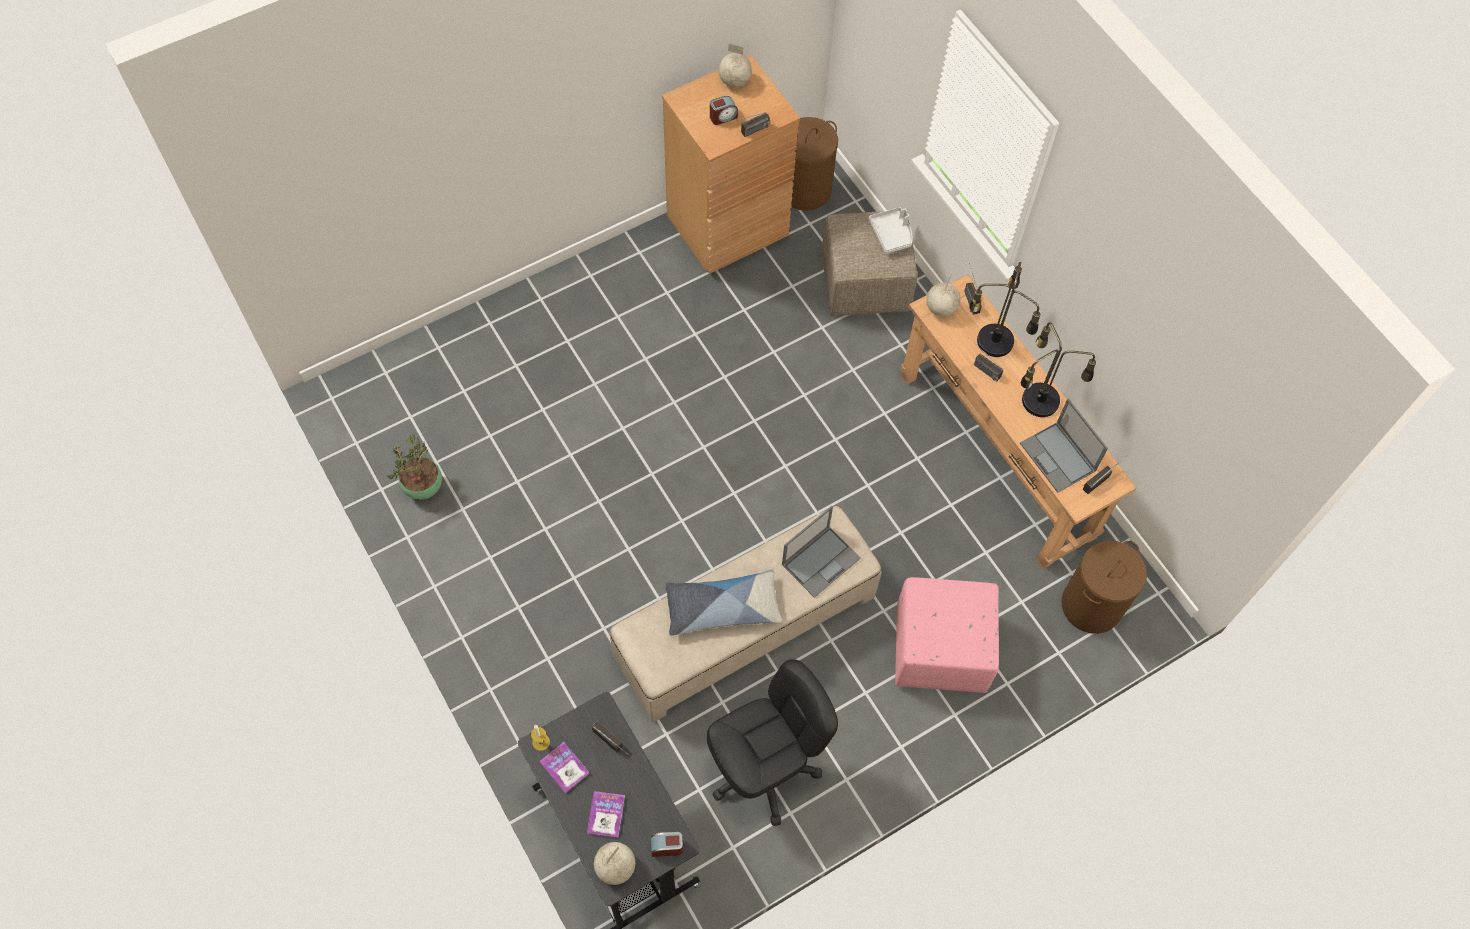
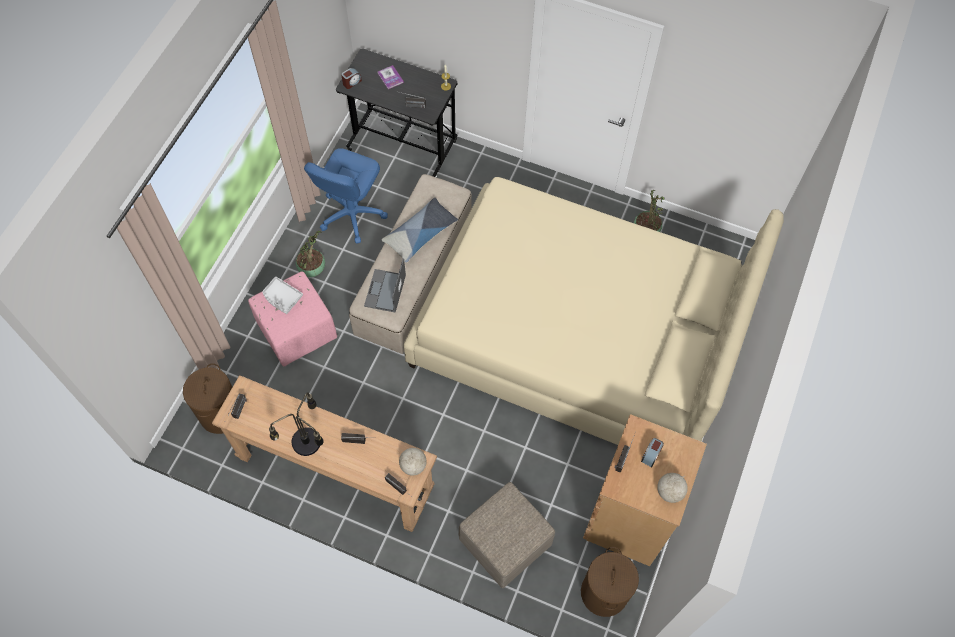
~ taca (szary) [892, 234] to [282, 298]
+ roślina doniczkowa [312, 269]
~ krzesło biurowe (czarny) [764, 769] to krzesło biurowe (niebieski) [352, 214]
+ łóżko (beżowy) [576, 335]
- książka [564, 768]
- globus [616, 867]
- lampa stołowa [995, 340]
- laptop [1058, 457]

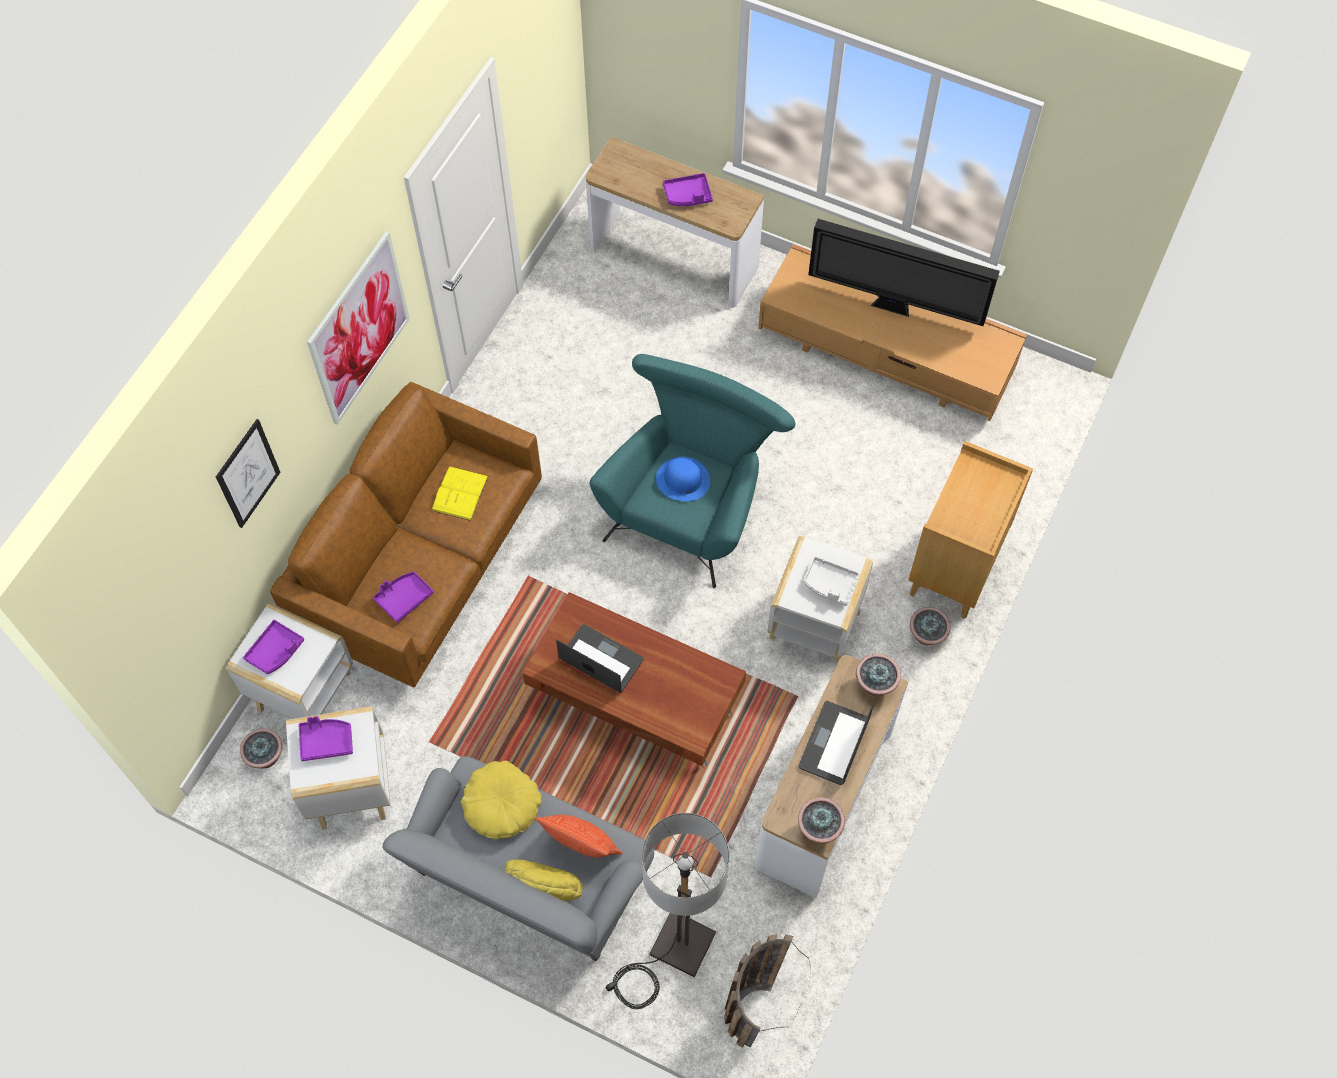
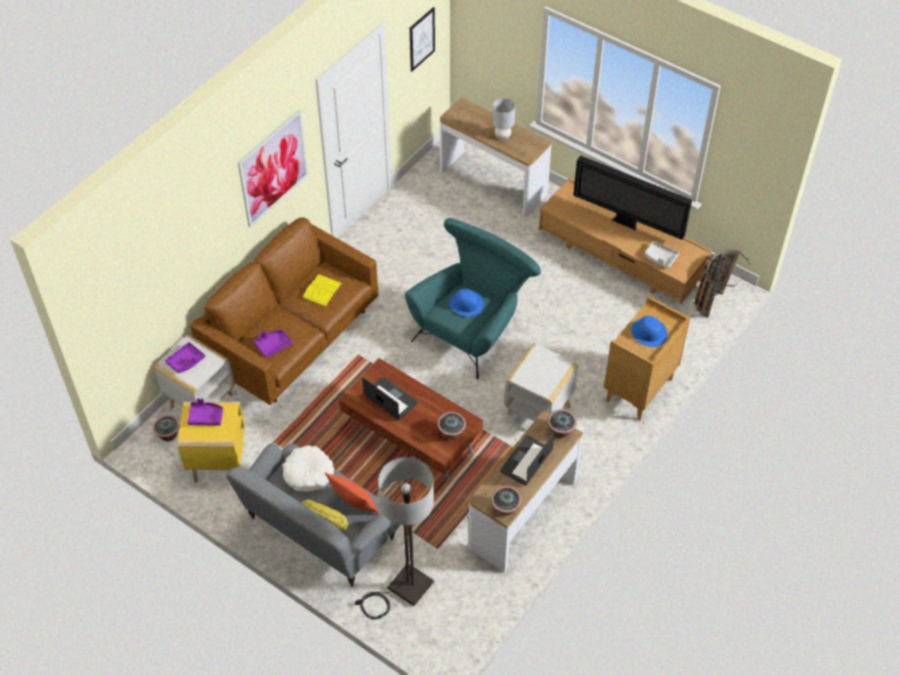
~ stolik (biały) [350, 785] to stolik (żółty) [217, 459]
~ poduszka (żółty) [500, 805] to poduszka (biały) [307, 474]
~ obraz [248, 474] to [422, 39]
~ roślina doniczkowa [926, 635] to [451, 433]
~ taca (fioletowy) [688, 195] to lampa stołowa (szary) [502, 136]
+ kapelusz (niebieski) [648, 332]
~ taca (szary) [830, 584] to [660, 258]
~ koszyk [756, 998] to [713, 298]

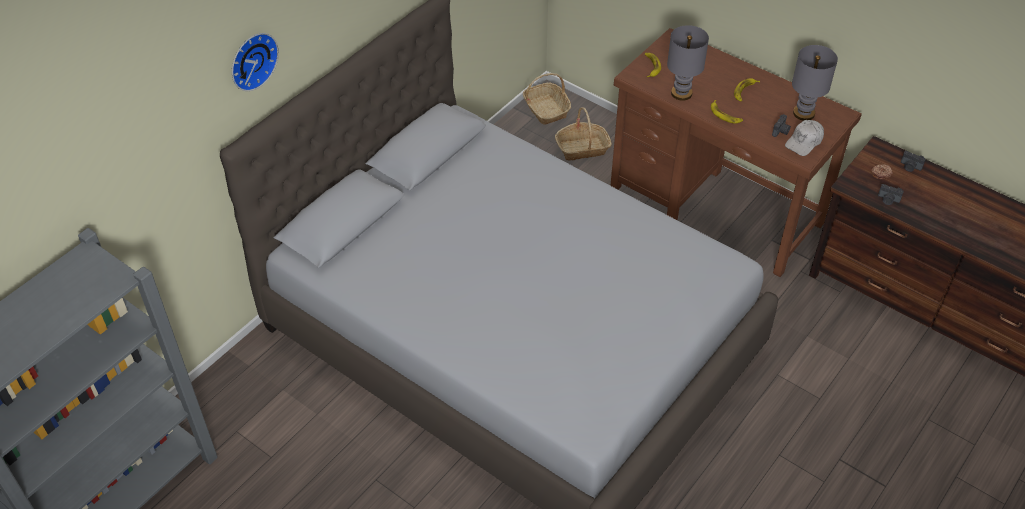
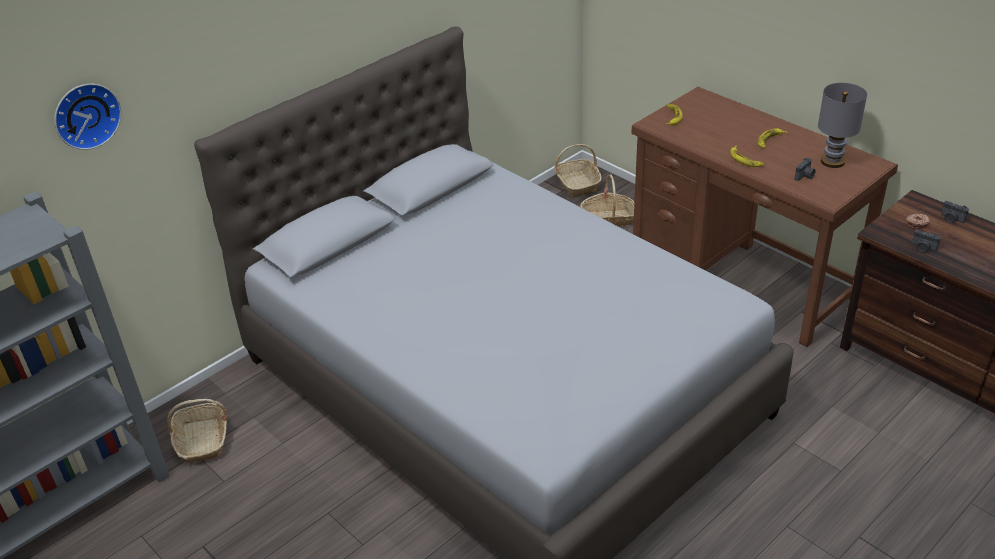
~ zegar ścienny [251, 60] to [85, 114]
+ koszyk [202, 440]
- lampa stołowa (szary) [681, 93]
- czapka z daszkiem (biały) [804, 142]

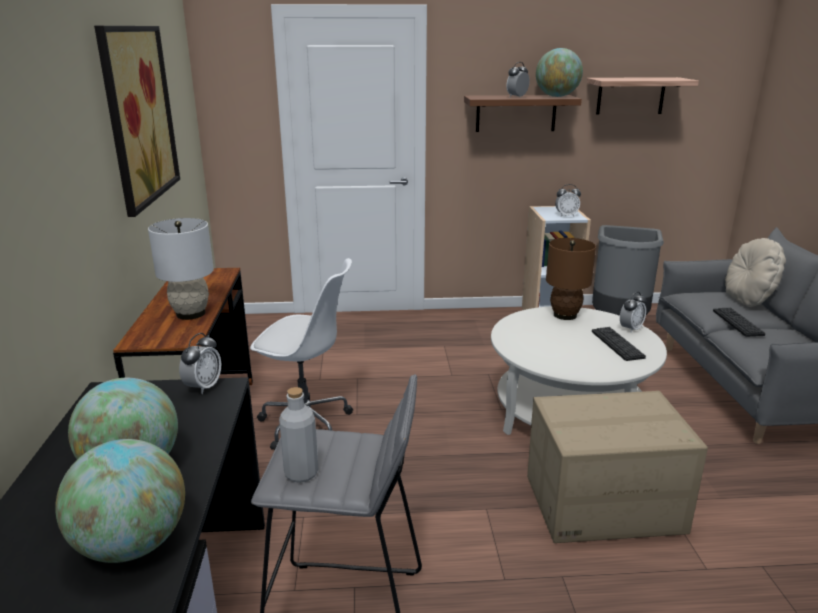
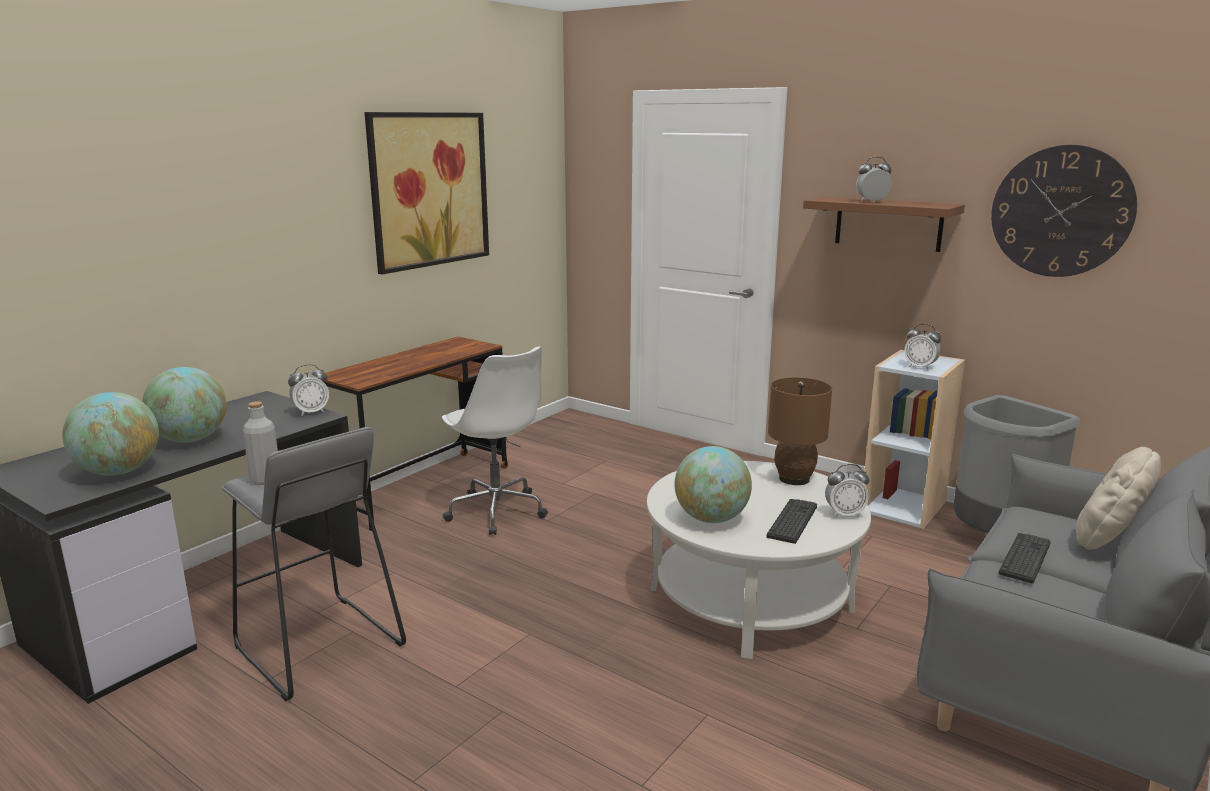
~ globus [557, 96] to [711, 519]
~ półka [630, 95] to zegar ścienny [1061, 211]
- lampa stołowa (biały) [190, 314]
- karton [603, 505]

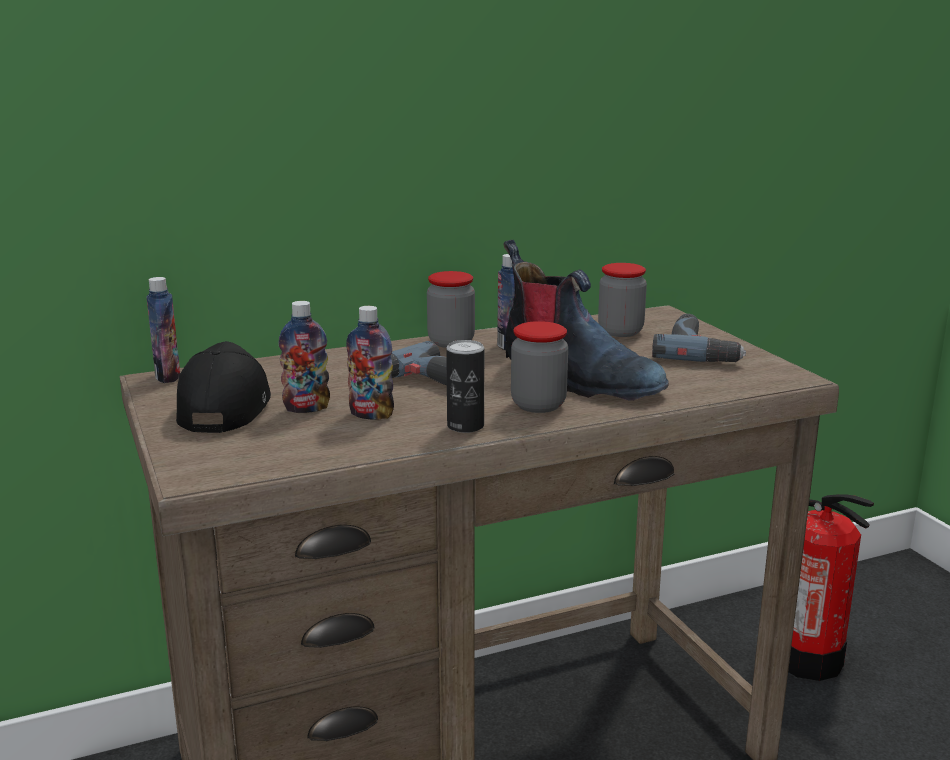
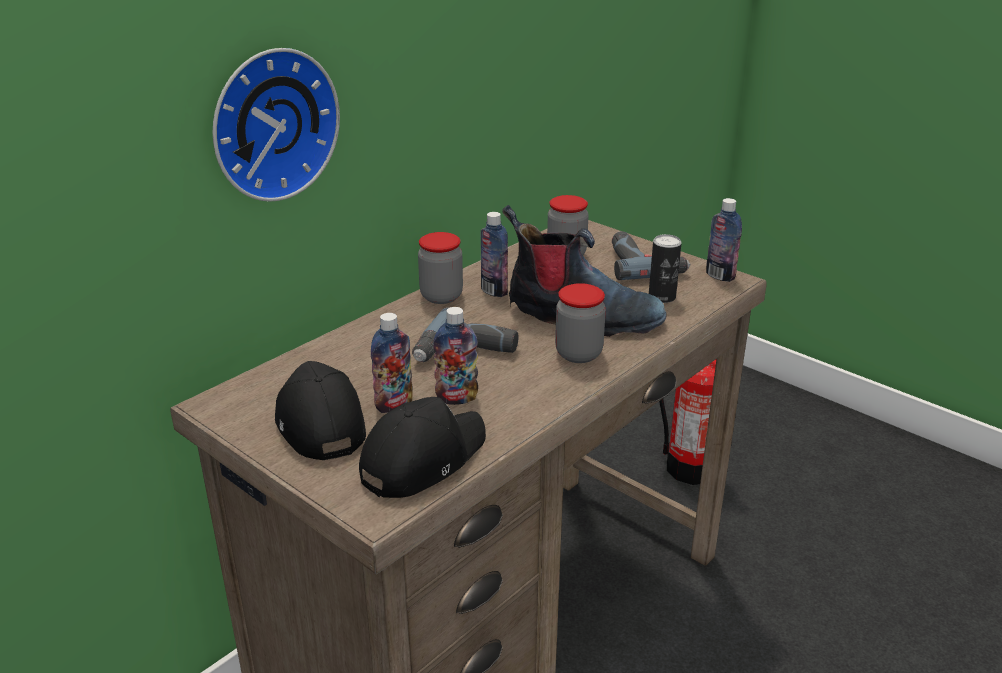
+ zegar ścienny [271, 123]
+ czapka z daszkiem (czarny) [422, 459]
~ puszka [465, 426] to [662, 297]
~ butelka [168, 376] to [720, 276]

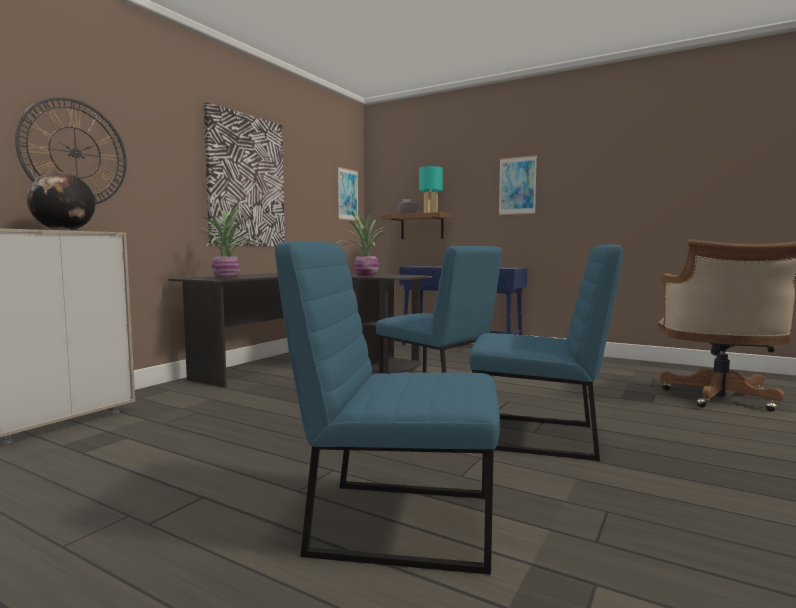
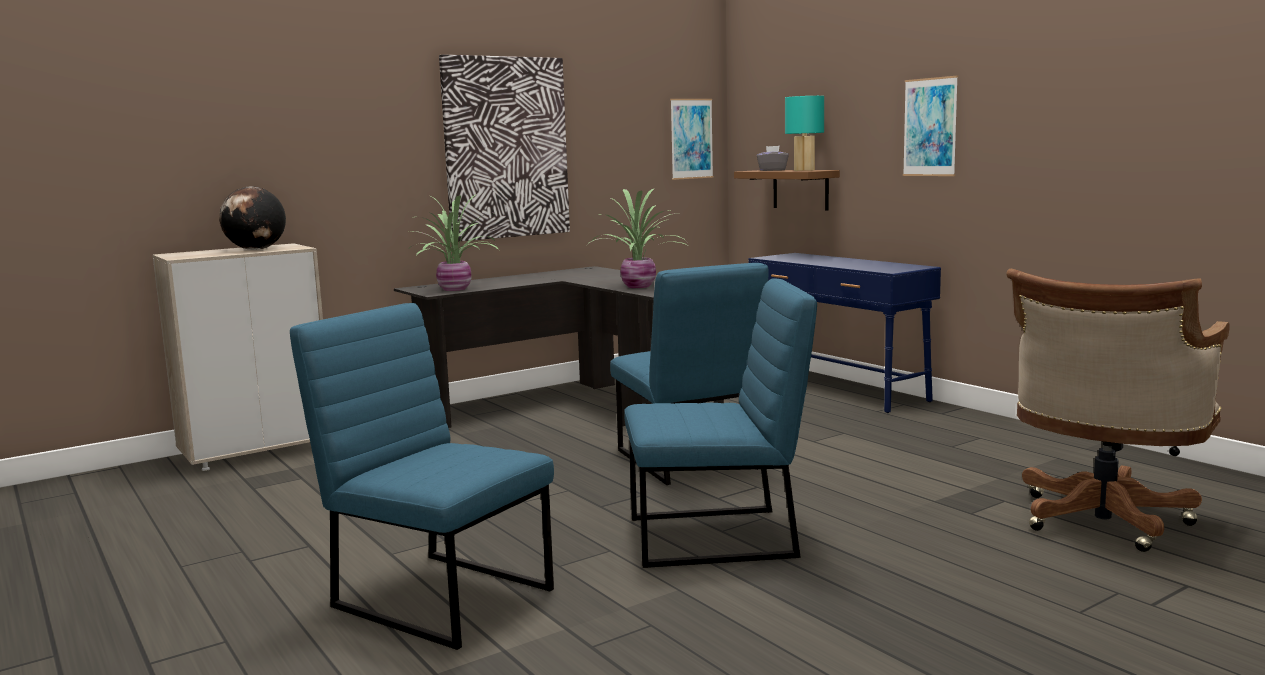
~ krzesło (niebieski) [538, 437] = [717, 537] 45 degrees counterclockwise
- zegar ścienny [75, 152]

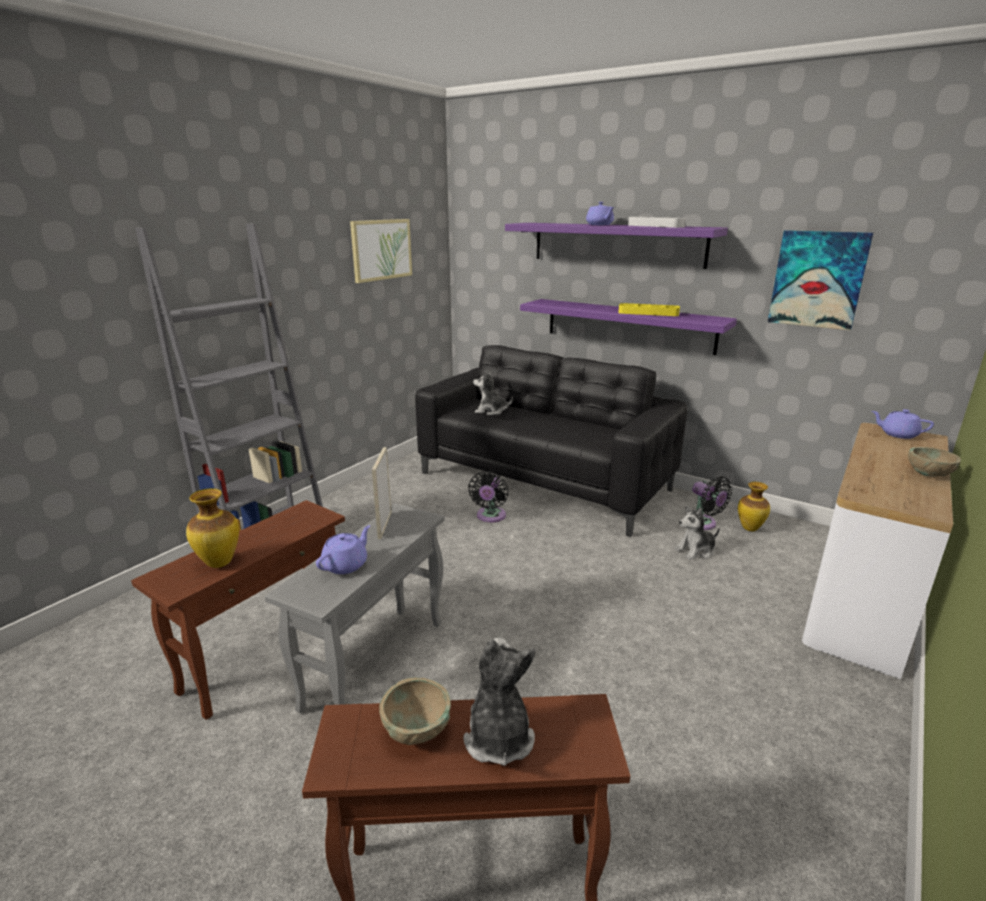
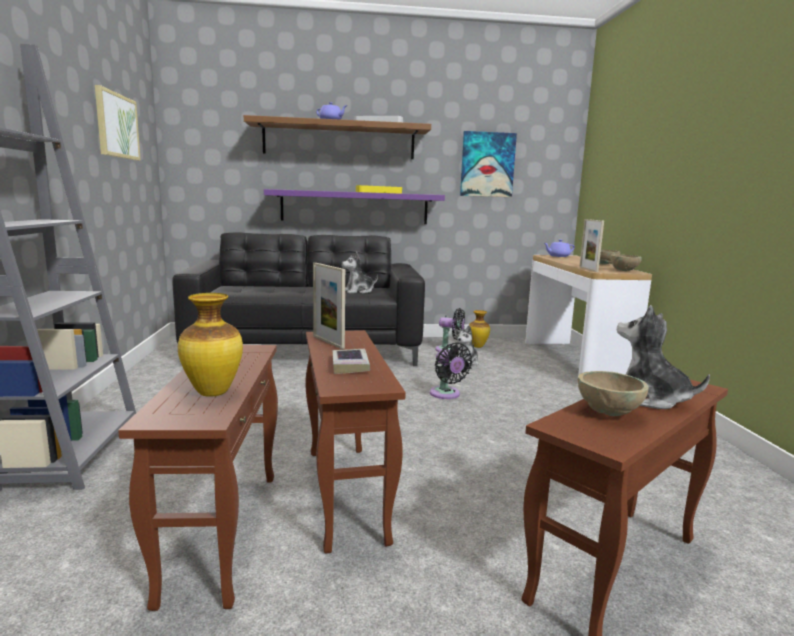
~ półka (fioletowy) [616, 244] to półka (brązowy) [339, 140]
~ stolik (szary) [375, 664] to stolik (brązowy) [346, 493]
~ imbryk (fioletowy) [346, 565] to książka [350, 365]
~ pluszak [491, 411] to [358, 291]
~ wentylator (czarny) [490, 517] to [446, 394]
+ ramka na zdjęcie [588, 269]
+ miska (beżowy) [623, 271]

